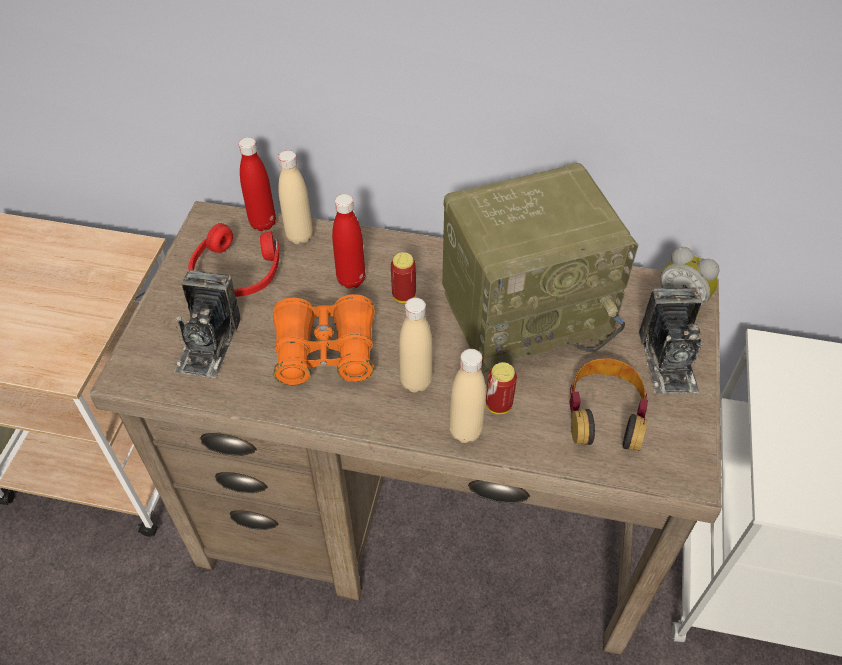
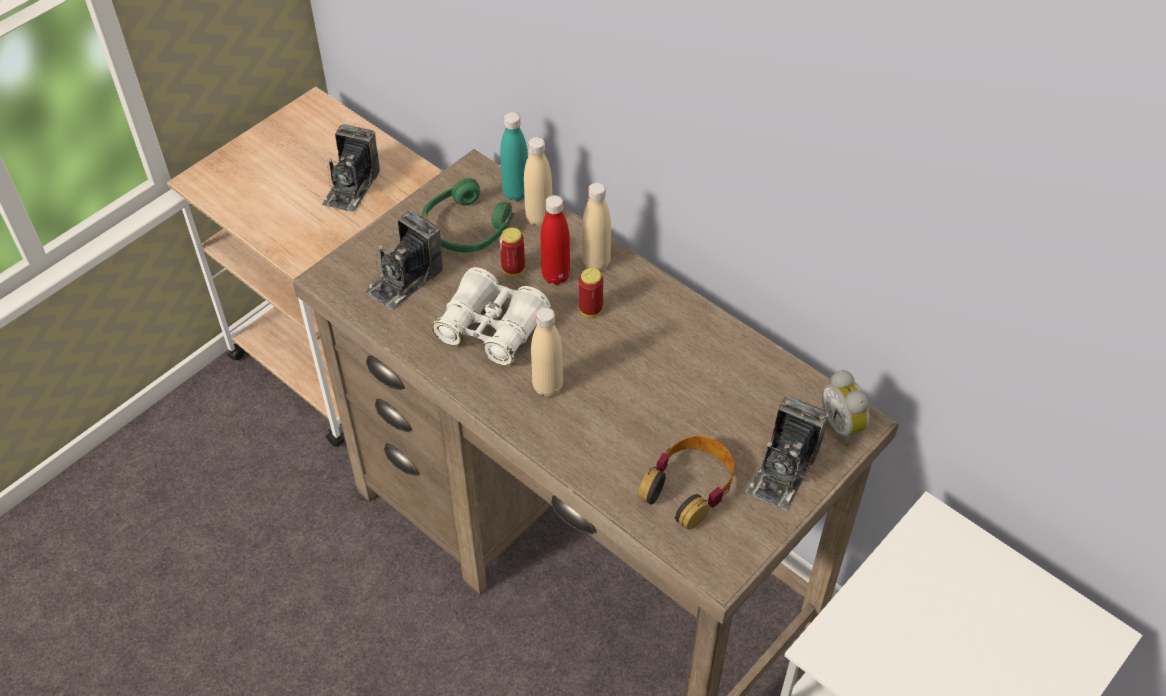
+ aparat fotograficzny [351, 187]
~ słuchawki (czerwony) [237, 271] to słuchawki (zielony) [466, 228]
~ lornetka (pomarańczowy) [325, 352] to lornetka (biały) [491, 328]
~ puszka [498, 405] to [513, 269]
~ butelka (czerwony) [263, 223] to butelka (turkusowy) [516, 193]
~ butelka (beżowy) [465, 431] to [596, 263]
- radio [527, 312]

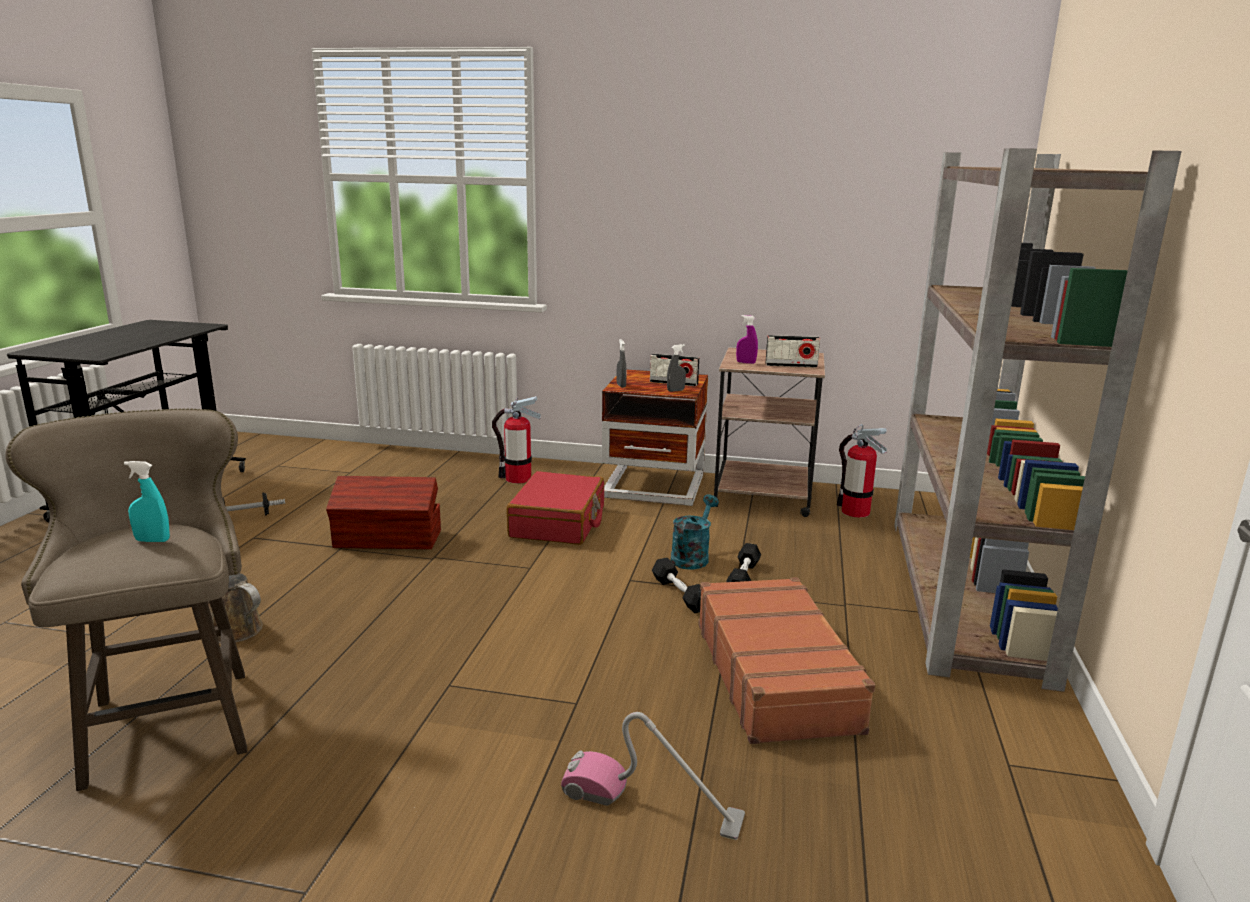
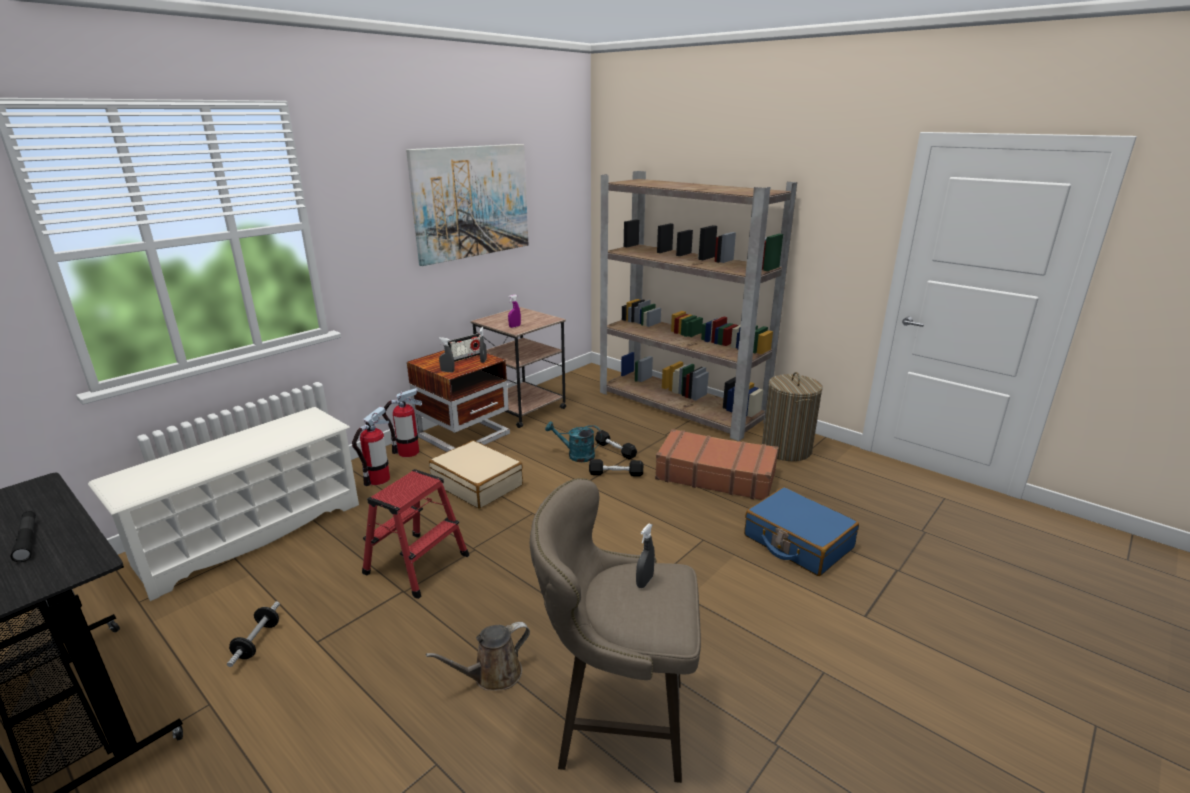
+ latarka (czarny) [27, 540]
+ regał na buty (biały) [251, 533]
~ pojemnik do przechowywania (brązowy) [388, 539] to drabinka (czerwony) [417, 563]
~ gaśnica [855, 511] to [408, 452]
+ obraz [472, 202]
~ walizka (czerwony) [558, 523] to walizka (beżowy) [477, 484]
~ konewka (turkusowy) [692, 557] = [576, 455] 45 degrees counterclockwise
~ spryskiwacz (turkusowy) [152, 540] to spryskiwacz (szary) [644, 581]
~ odkurzacz [651, 804] to walizka (niebieski) [797, 542]
+ kosz na pranie [786, 449]
- radio [791, 365]

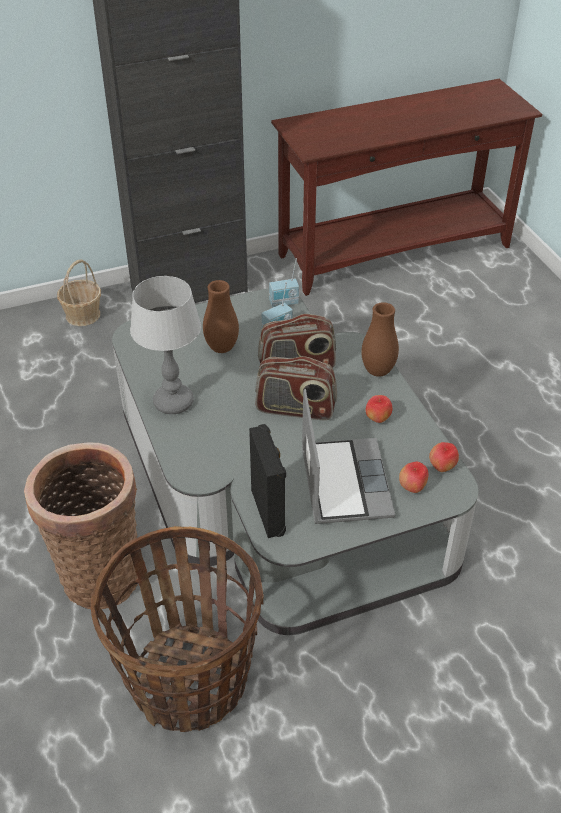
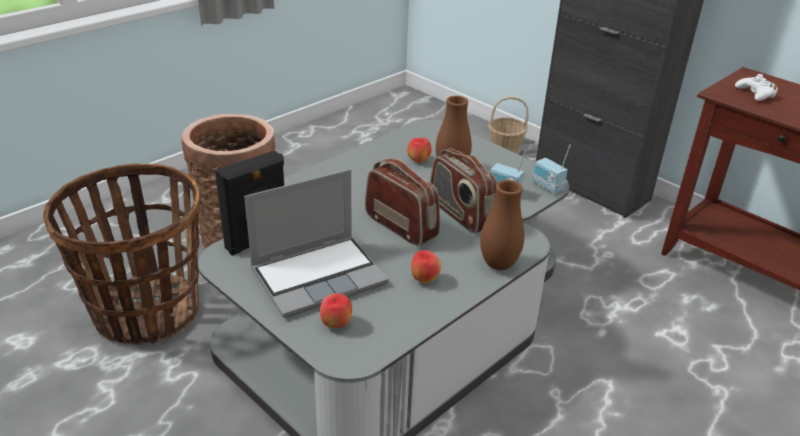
~ radio [295, 409] = [401, 226] 150 degrees clockwise
~ jabłko [442, 467] to [418, 161]
+ pad do gier (biały) [756, 94]
- lampa stołowa [173, 403]

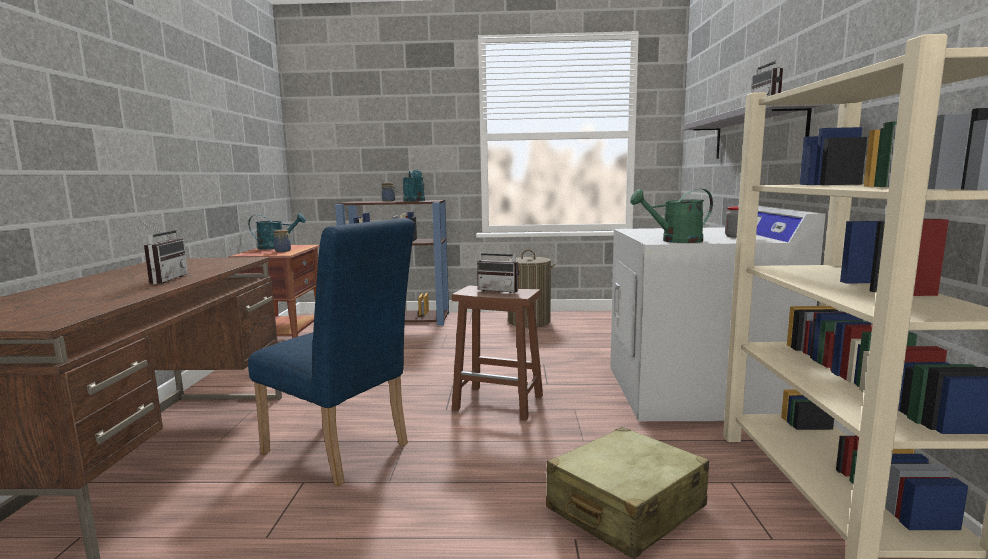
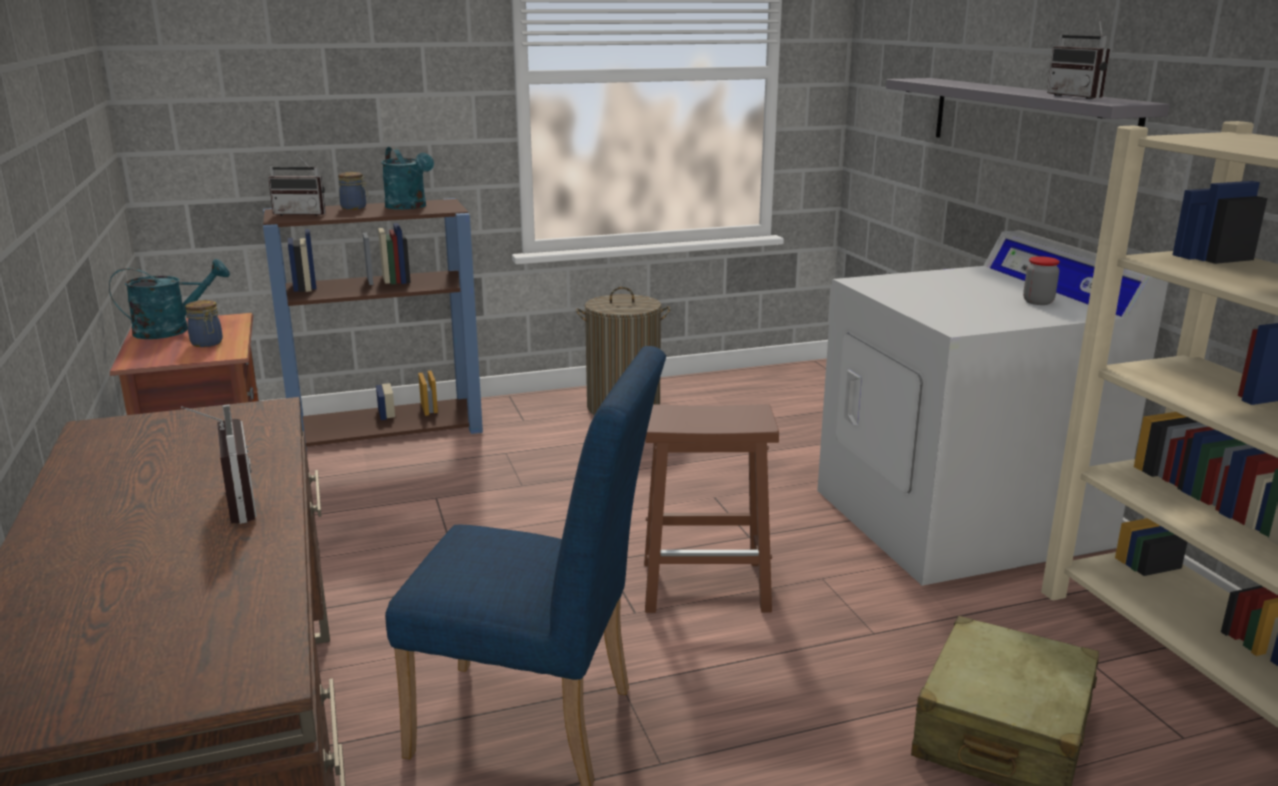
~ radio [500, 290] to [302, 213]
- konewka (zielony) [675, 241]

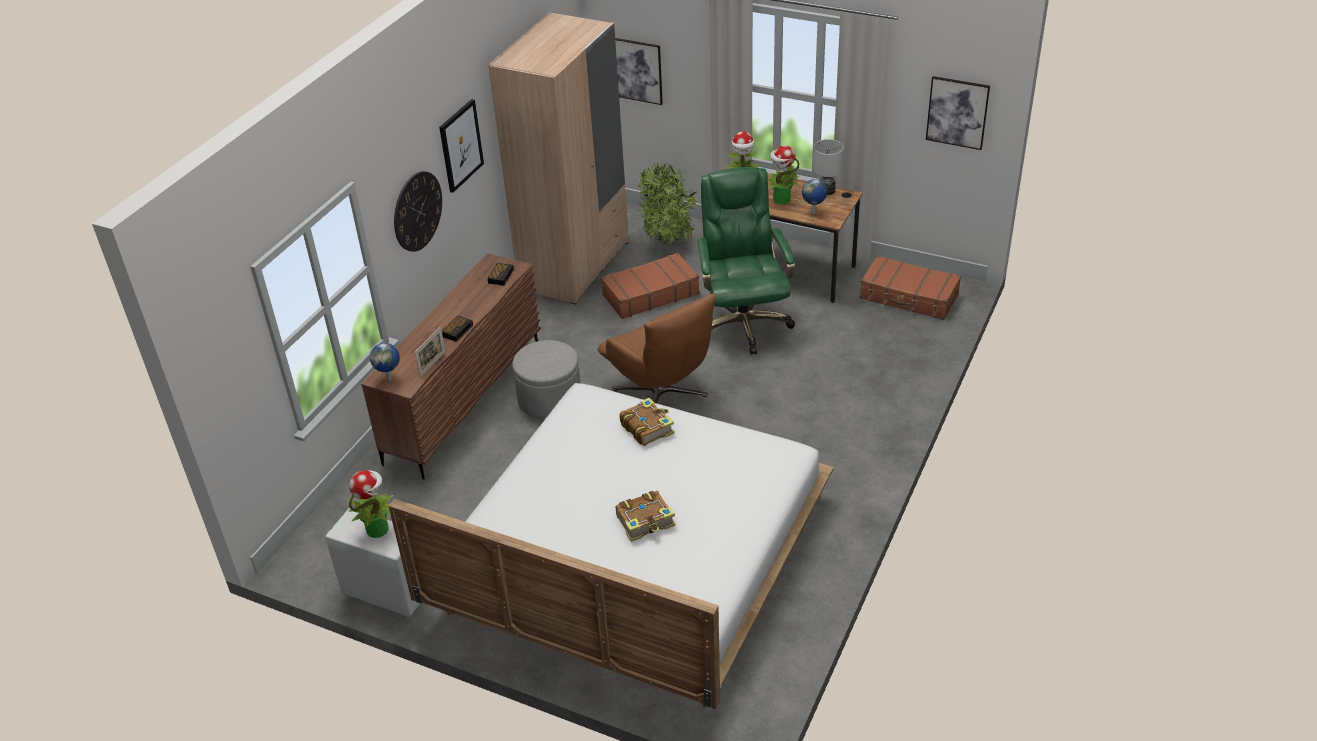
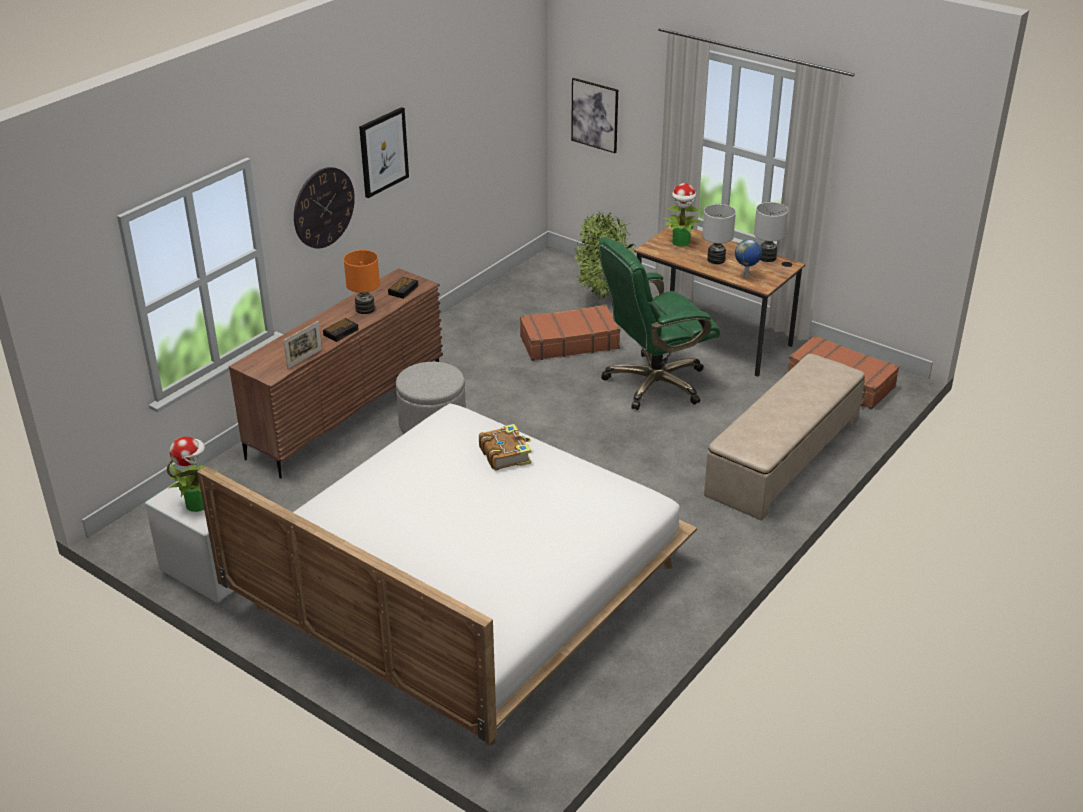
+ lampa stołowa (pomarańczowy) [365, 309]
~ krzesło biurowe (zielony) [743, 324] = [655, 383] 120 degrees counterclockwise
~ roślina doniczkowa [781, 200] to lampa stołowa (szary) [716, 260]
+ ławka (beżowy) [784, 457]
- globus [390, 379]
- szafa (beżowy) [575, 265]
- fotel (brązowy) [660, 393]
- książka [646, 522]
- obraz [957, 112]

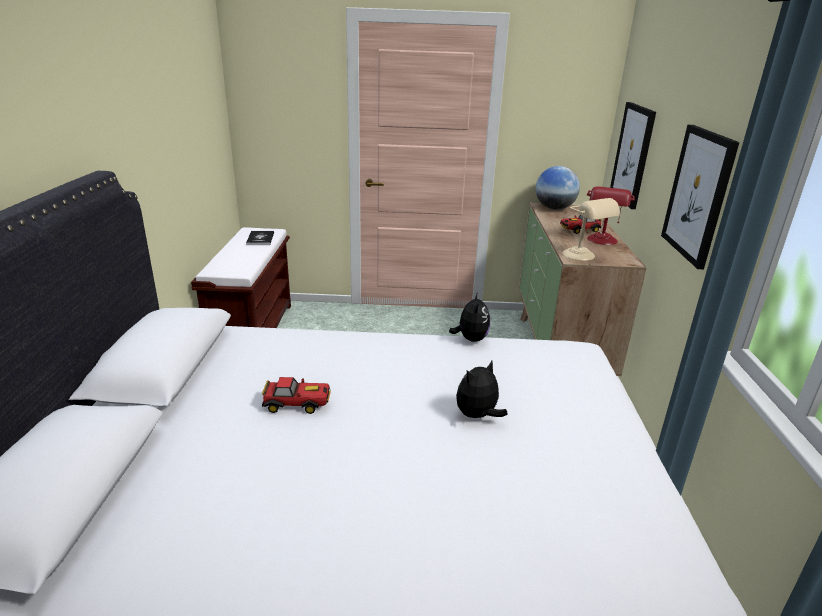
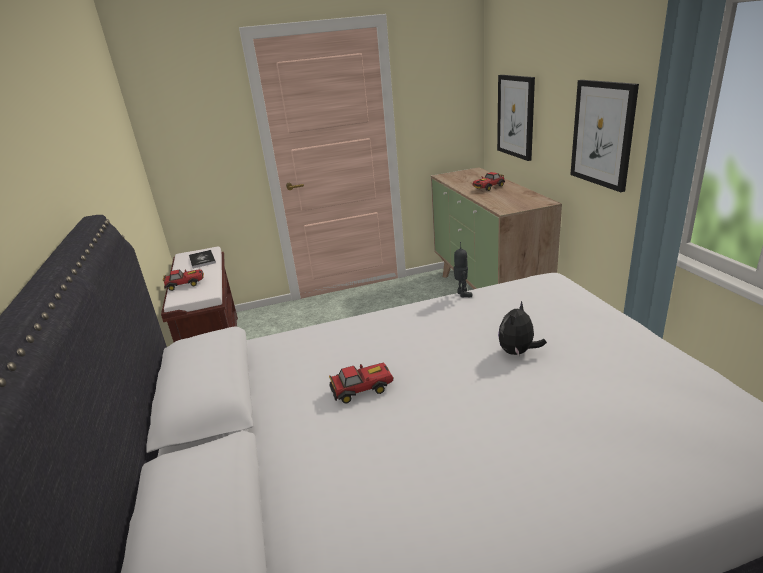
+ samochodzik [185, 284]
~ pluszak [470, 339] to robot zabawkowy [462, 294]
- globus [554, 208]
- lampa stołowa (beżowy) [584, 256]
- lampa stołowa (czerwony) [602, 242]

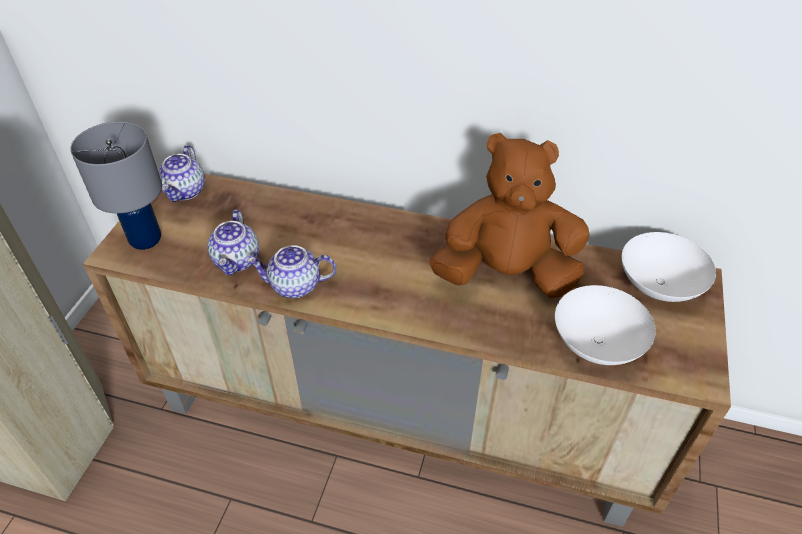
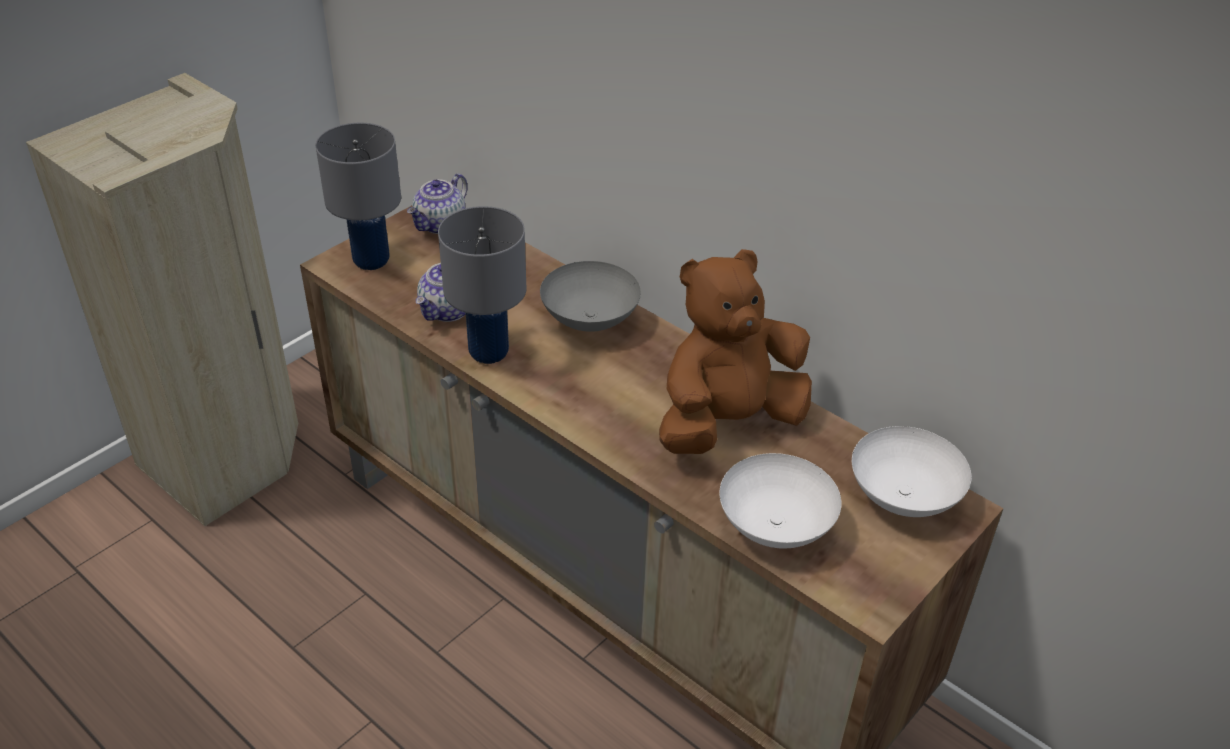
~ imbryk [295, 286] to lampa stołowa (szary) [489, 354]
+ miska (szary) [591, 320]
~ pluszak (brązowy) [506, 274] = [727, 422] 60 degrees counterclockwise

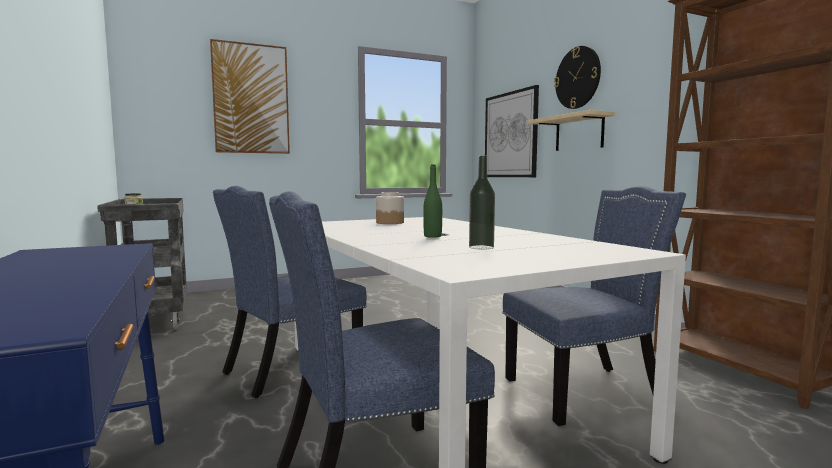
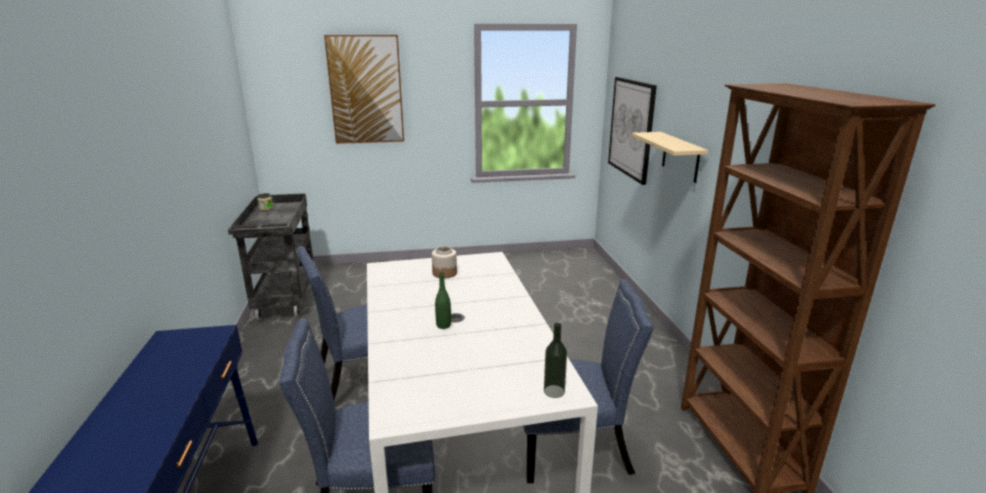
~ butelka [481, 247] to [554, 391]
- zegar ścienny [577, 78]

